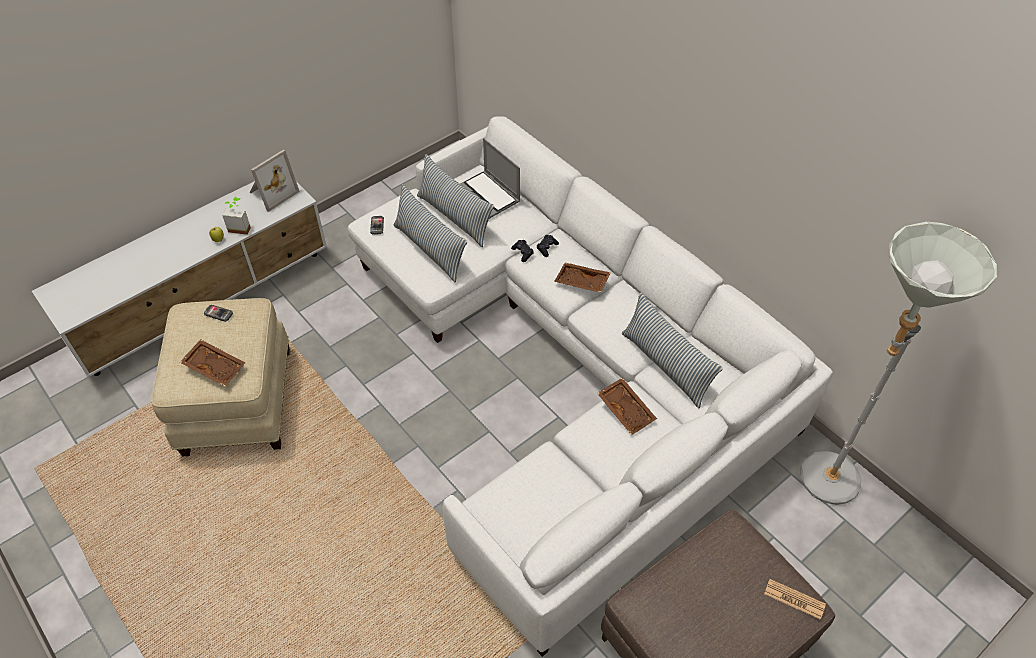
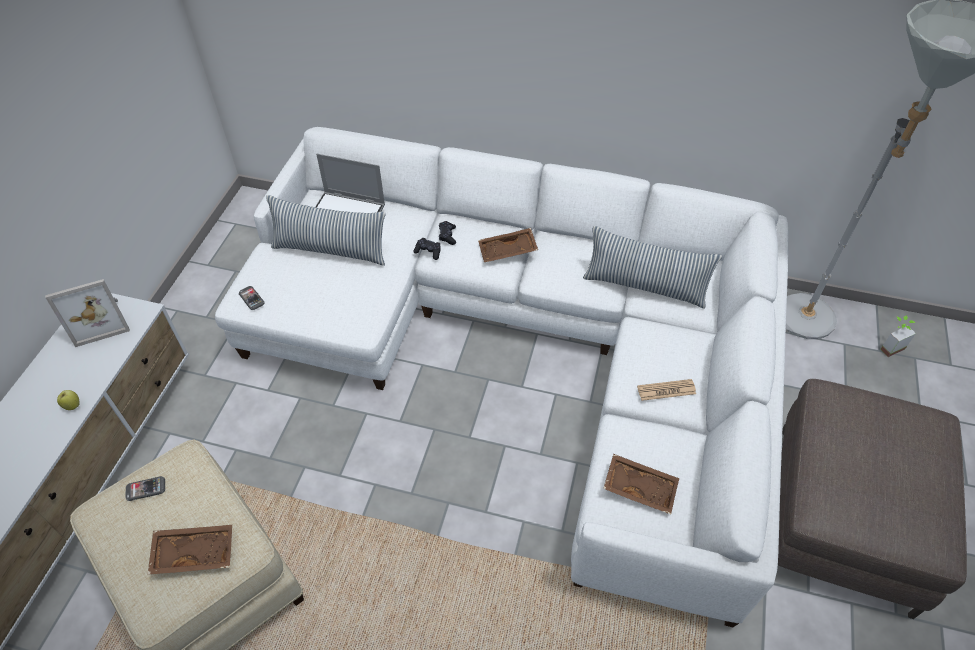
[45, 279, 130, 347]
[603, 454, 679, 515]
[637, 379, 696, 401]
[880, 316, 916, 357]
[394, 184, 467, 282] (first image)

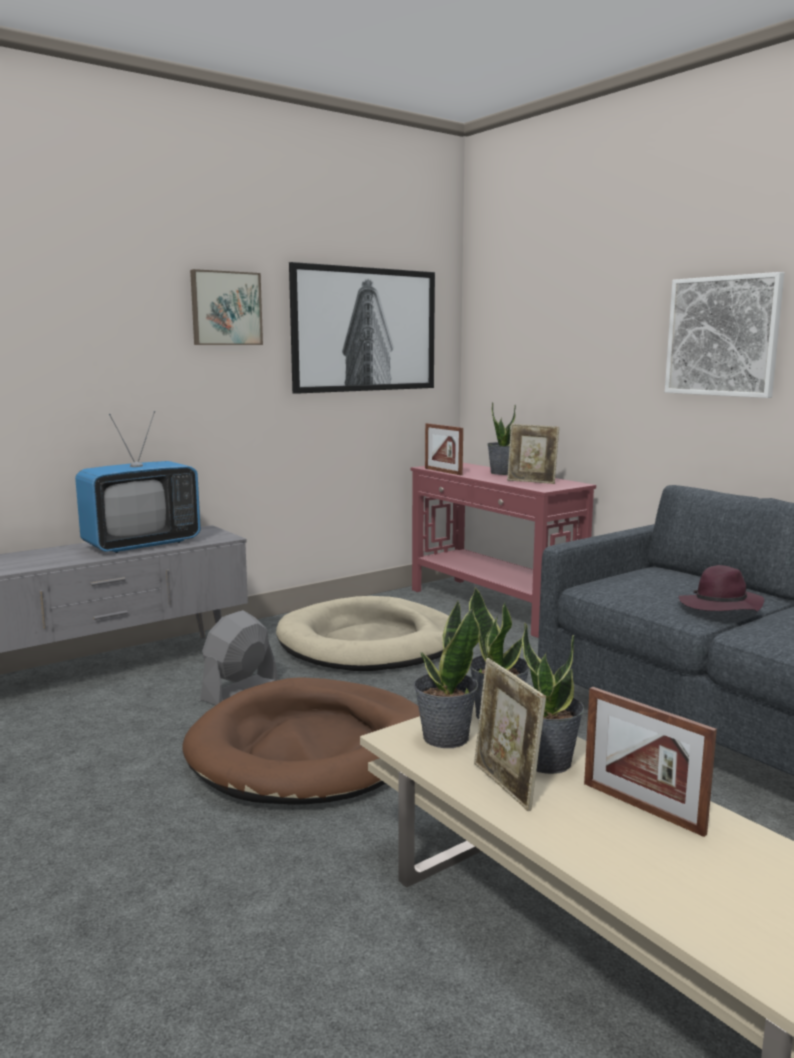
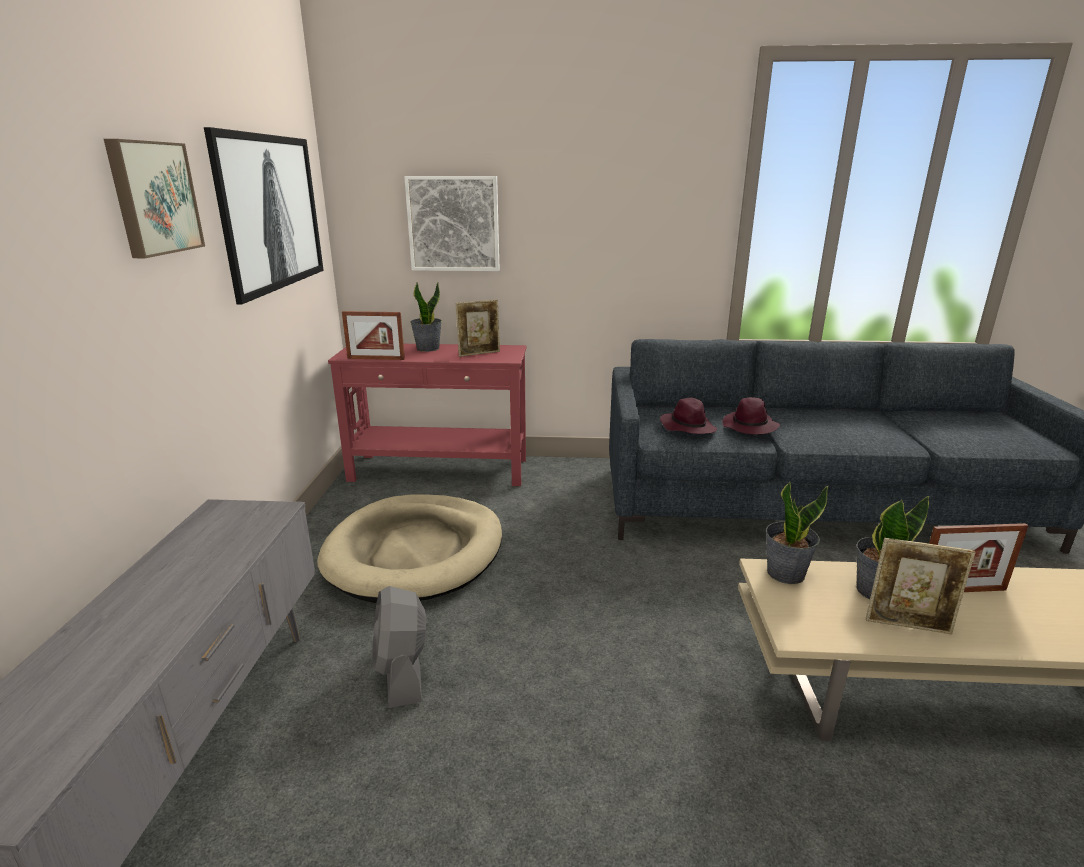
[404, 176, 500, 271]
[660, 398, 717, 434]
[75, 411, 201, 553] (first image)
[183, 677, 420, 805] (first image)
[414, 601, 480, 748] (first image)

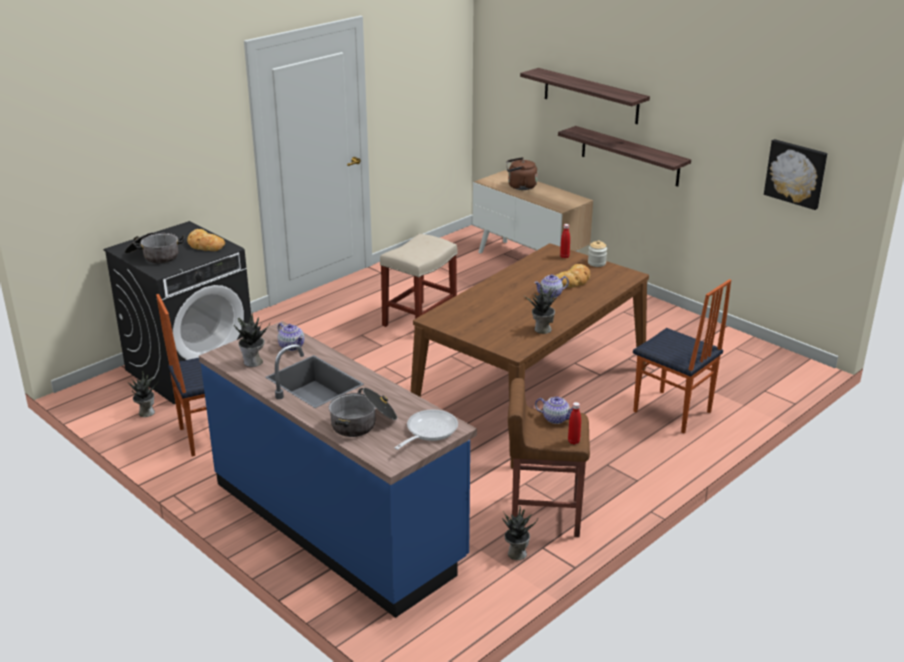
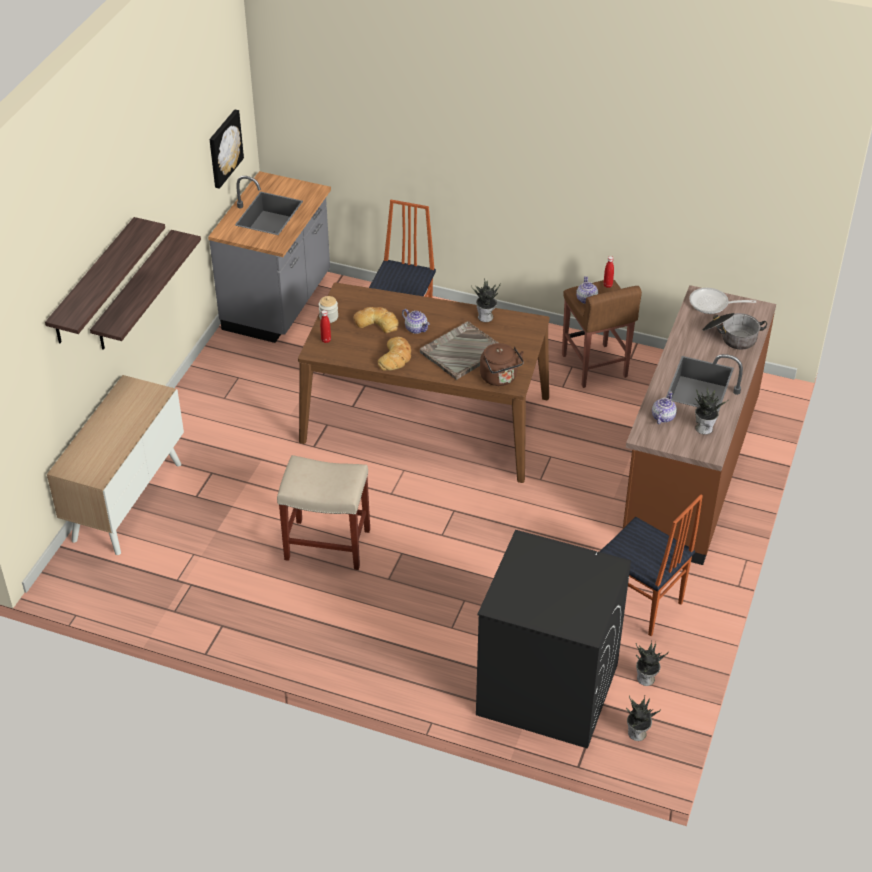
[208, 171, 331, 343]
[378, 337, 411, 371]
[420, 321, 498, 380]
[480, 343, 524, 386]
[623, 285, 776, 565]
[626, 695, 661, 741]
[124, 232, 185, 264] (first image)

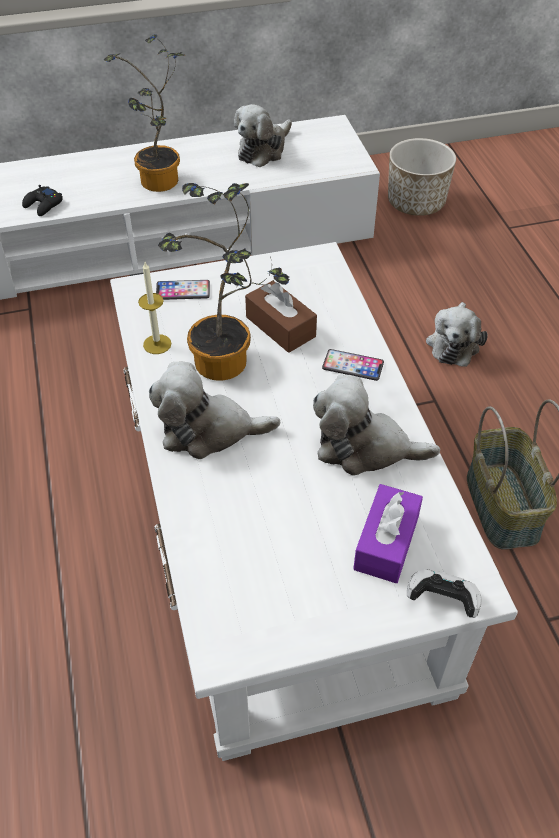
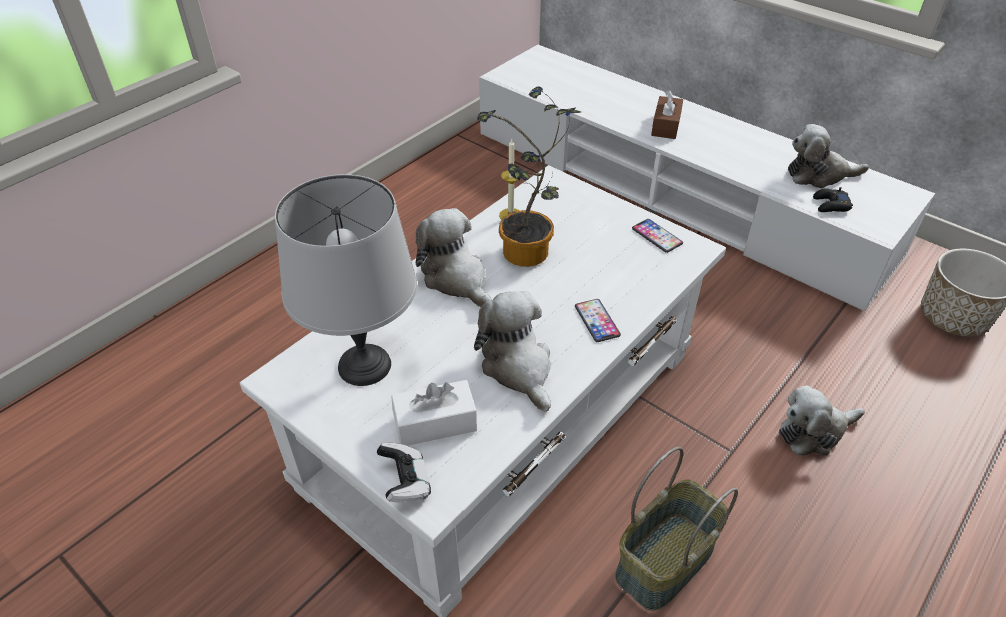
[275, 174, 417, 386]
[391, 380, 477, 446]
[632, 219, 683, 253]
[651, 90, 683, 139]
[813, 187, 853, 212]
[104, 34, 186, 192] (first image)

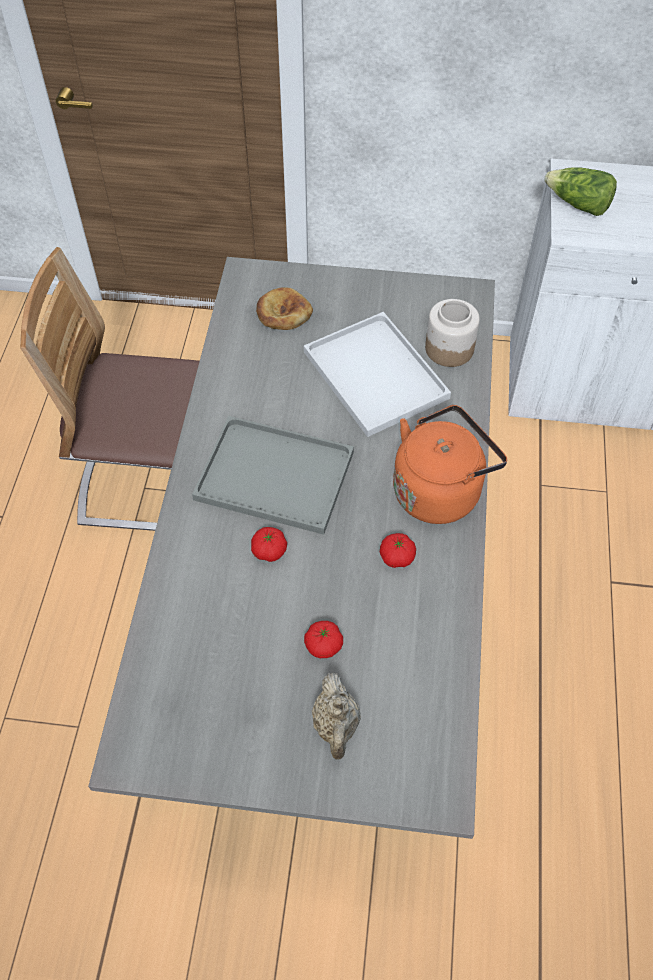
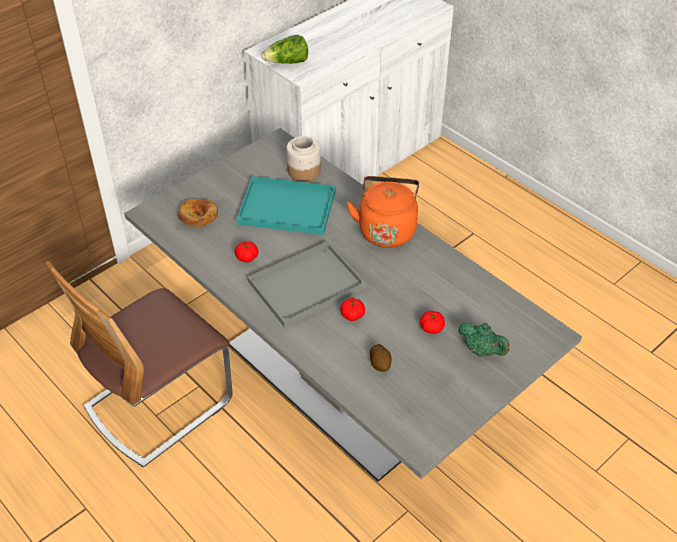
[235, 241, 259, 263]
[236, 176, 336, 235]
[370, 344, 392, 372]
[458, 322, 509, 356]

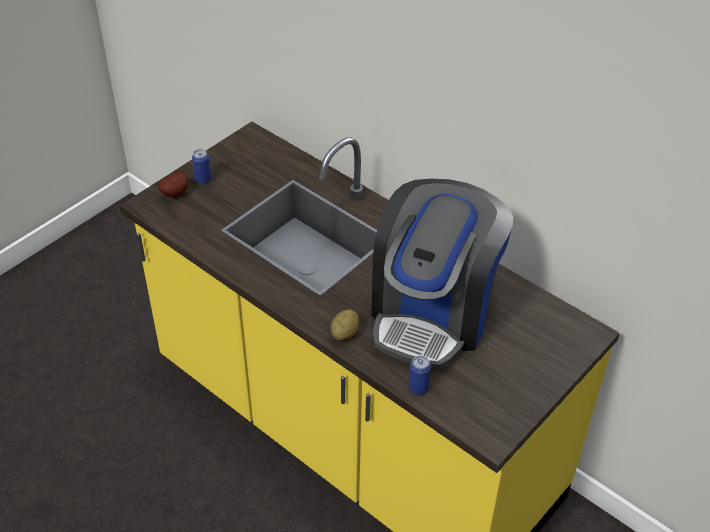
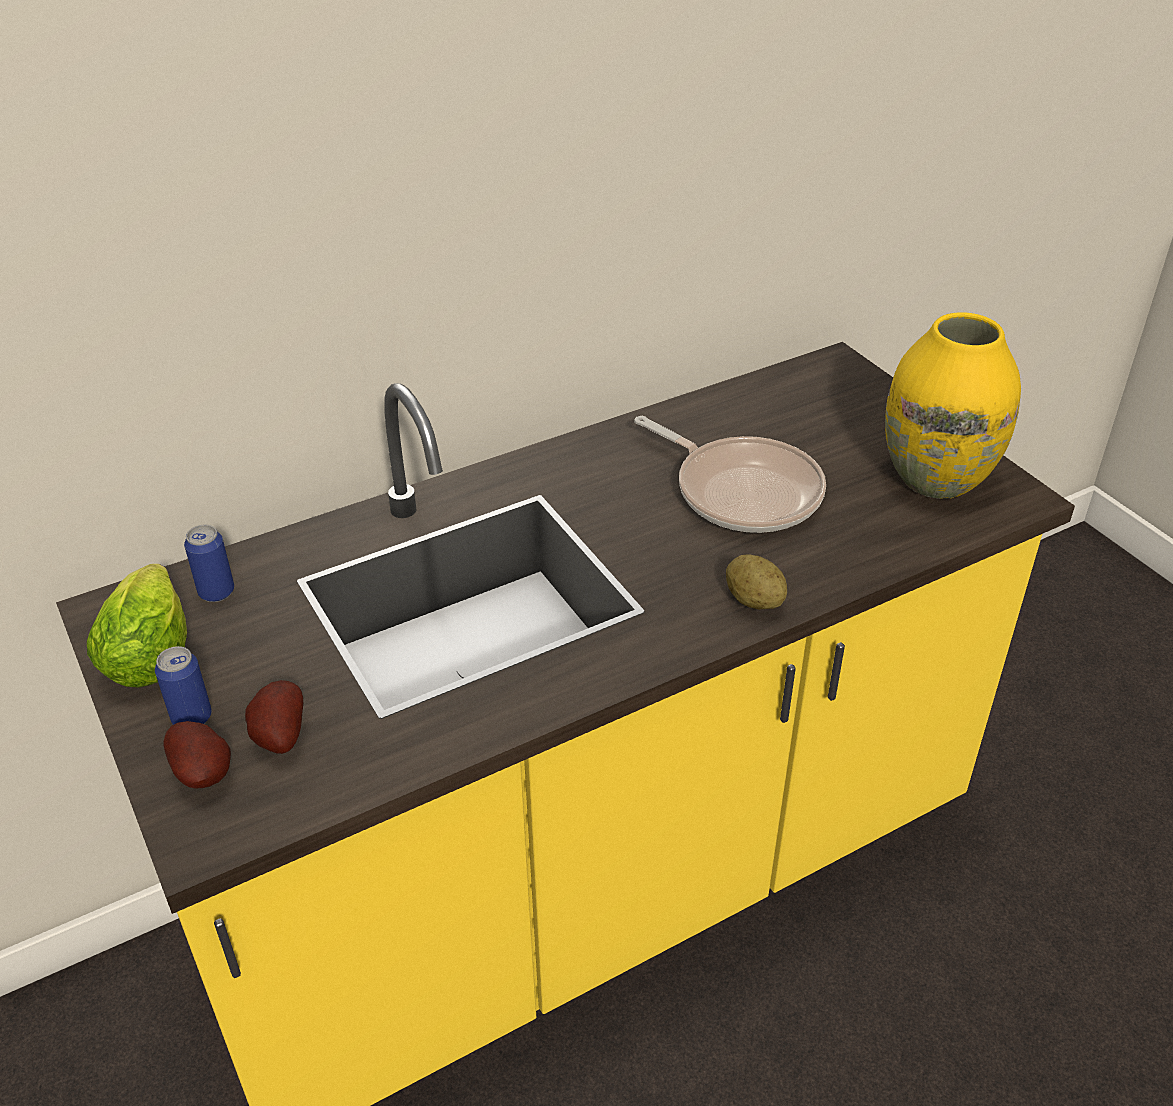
[87, 564, 187, 688]
[184, 524, 234, 602]
[245, 680, 303, 754]
[634, 416, 826, 533]
[885, 312, 1021, 499]

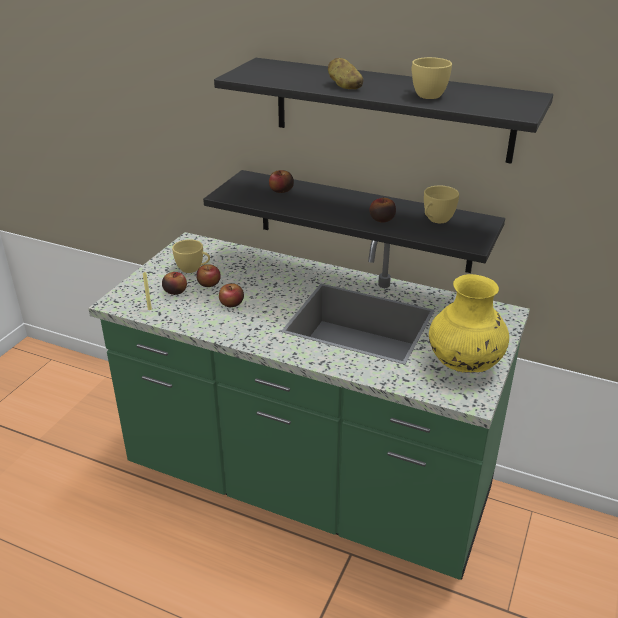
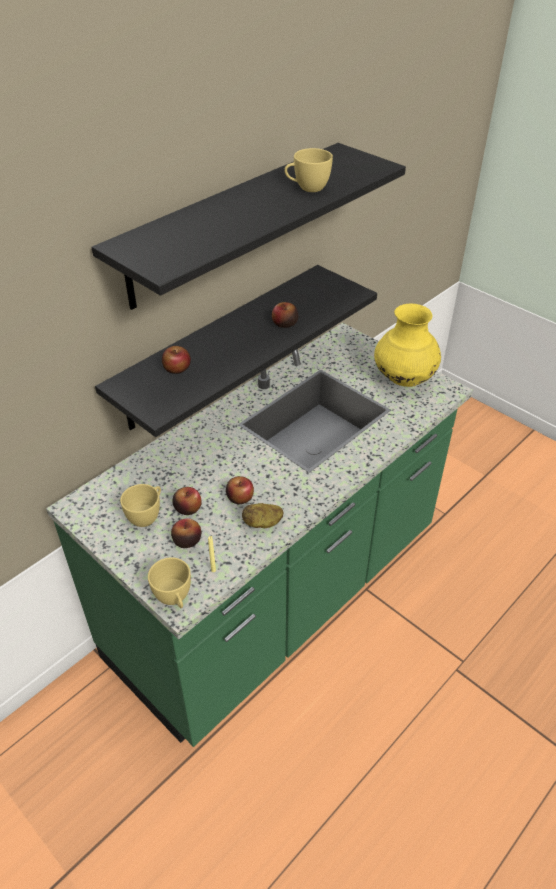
[148, 557, 191, 608]
[242, 503, 283, 528]

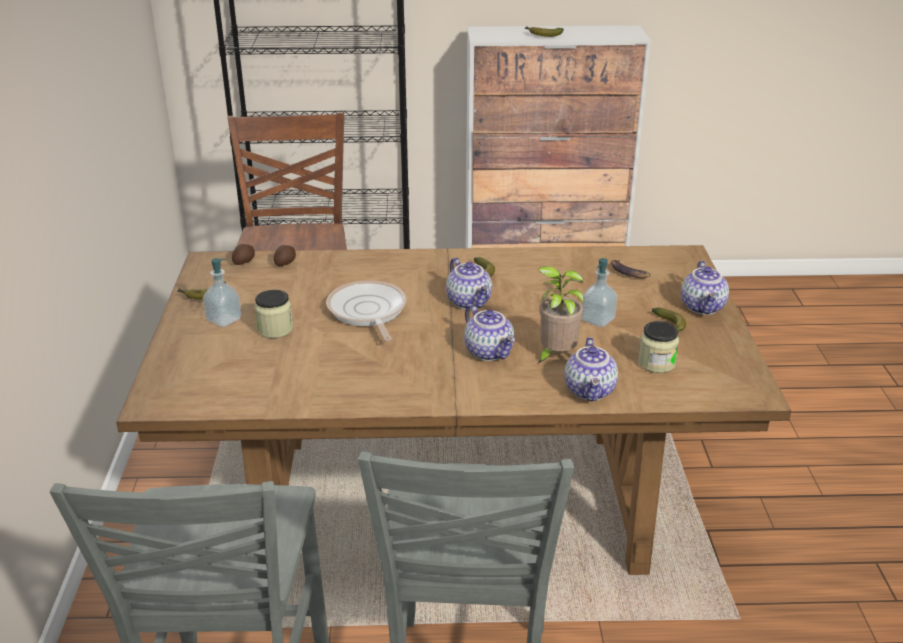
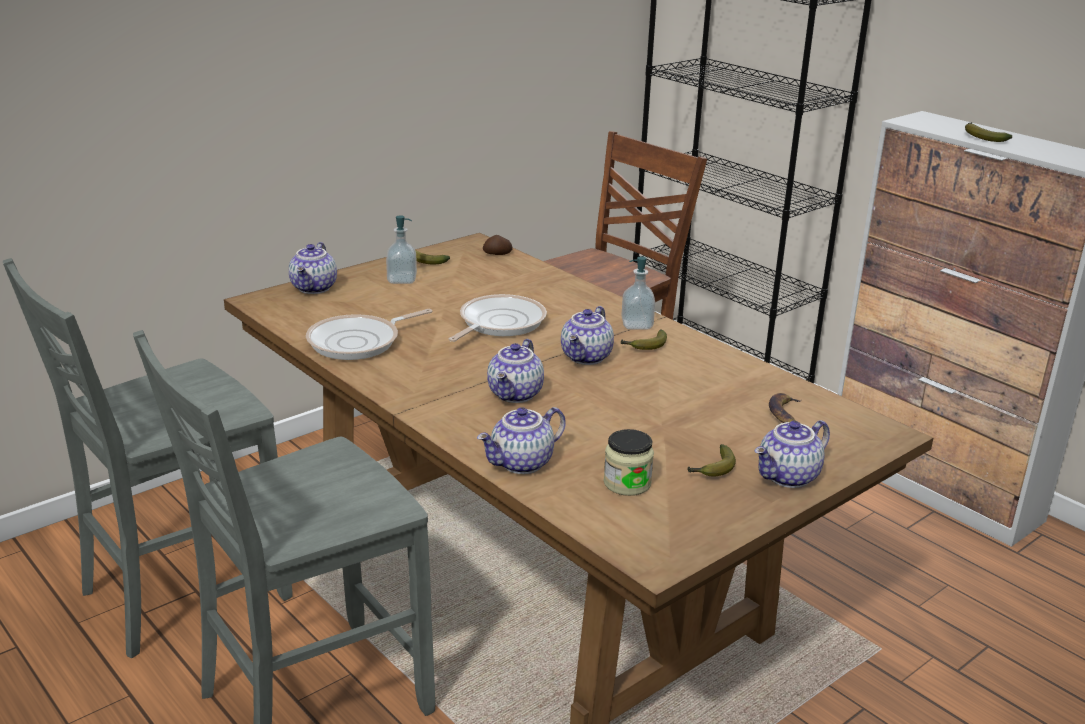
[289, 242, 337, 294]
[306, 309, 432, 360]
[621, 256, 655, 330]
[255, 290, 293, 338] (first image)
[274, 245, 296, 266] (first image)
[538, 266, 584, 364] (first image)

